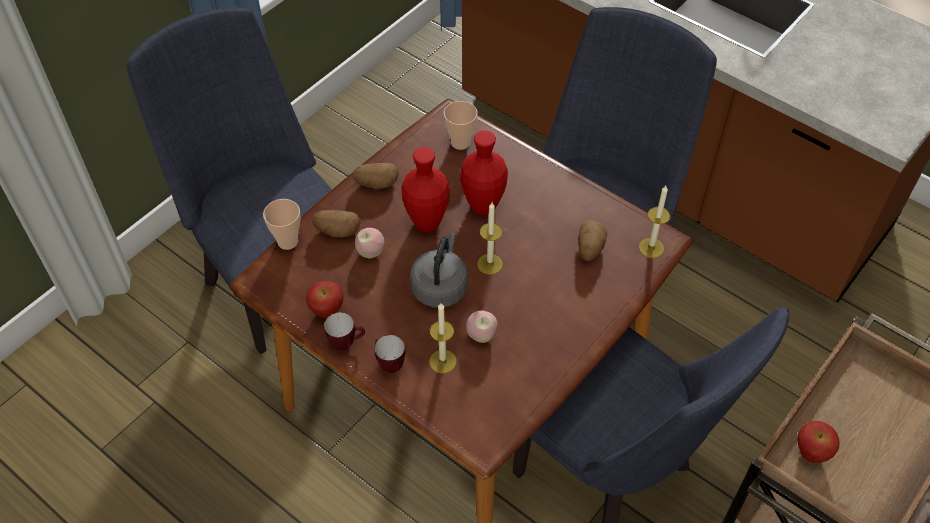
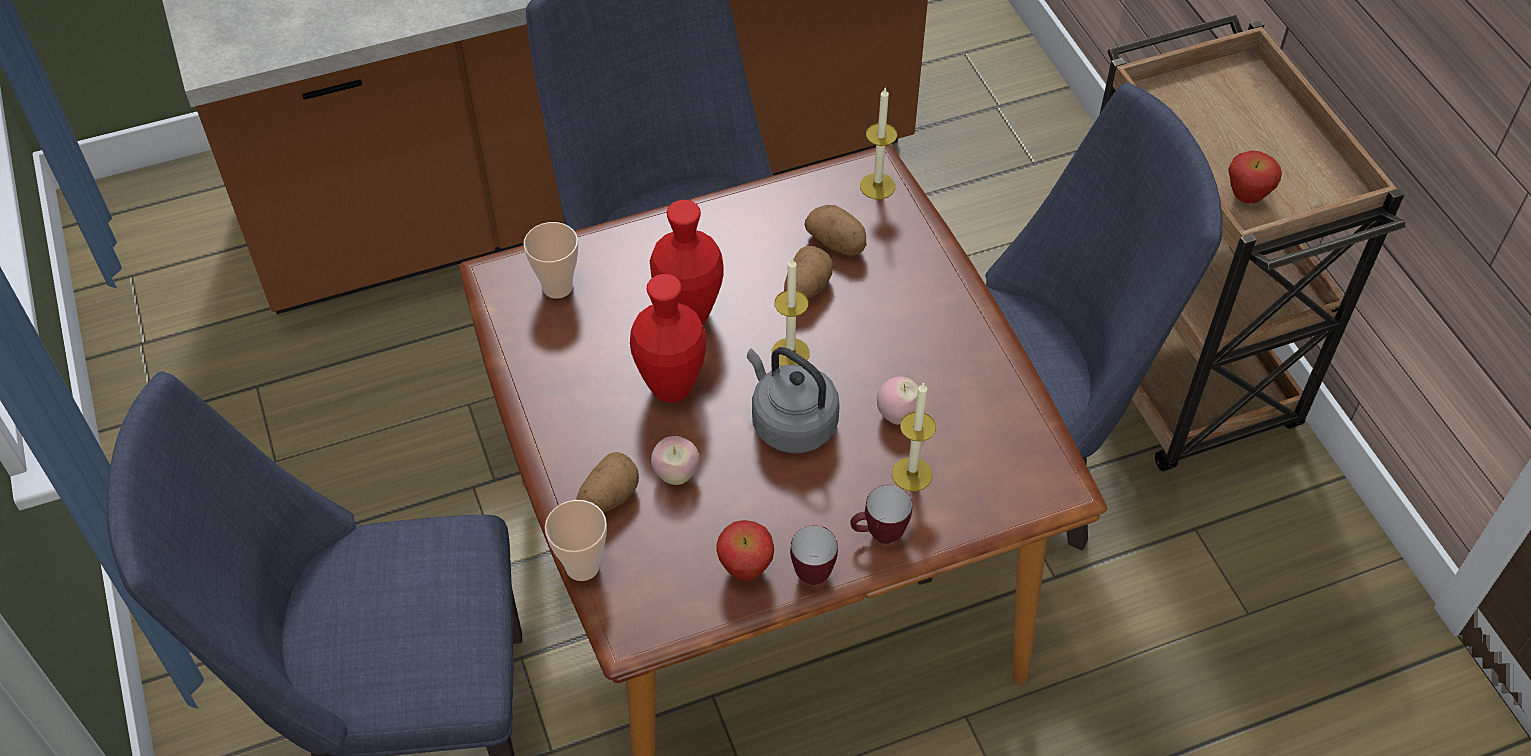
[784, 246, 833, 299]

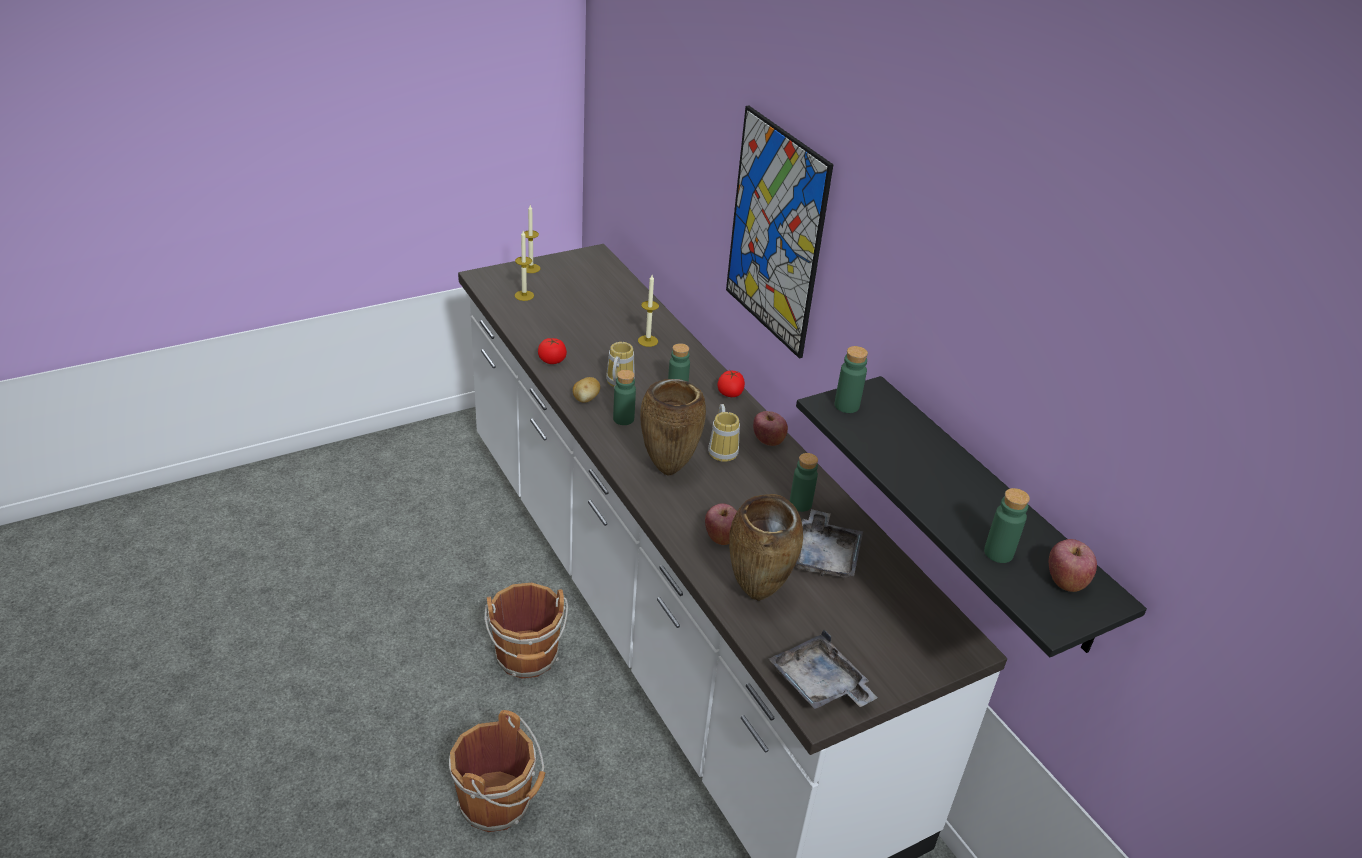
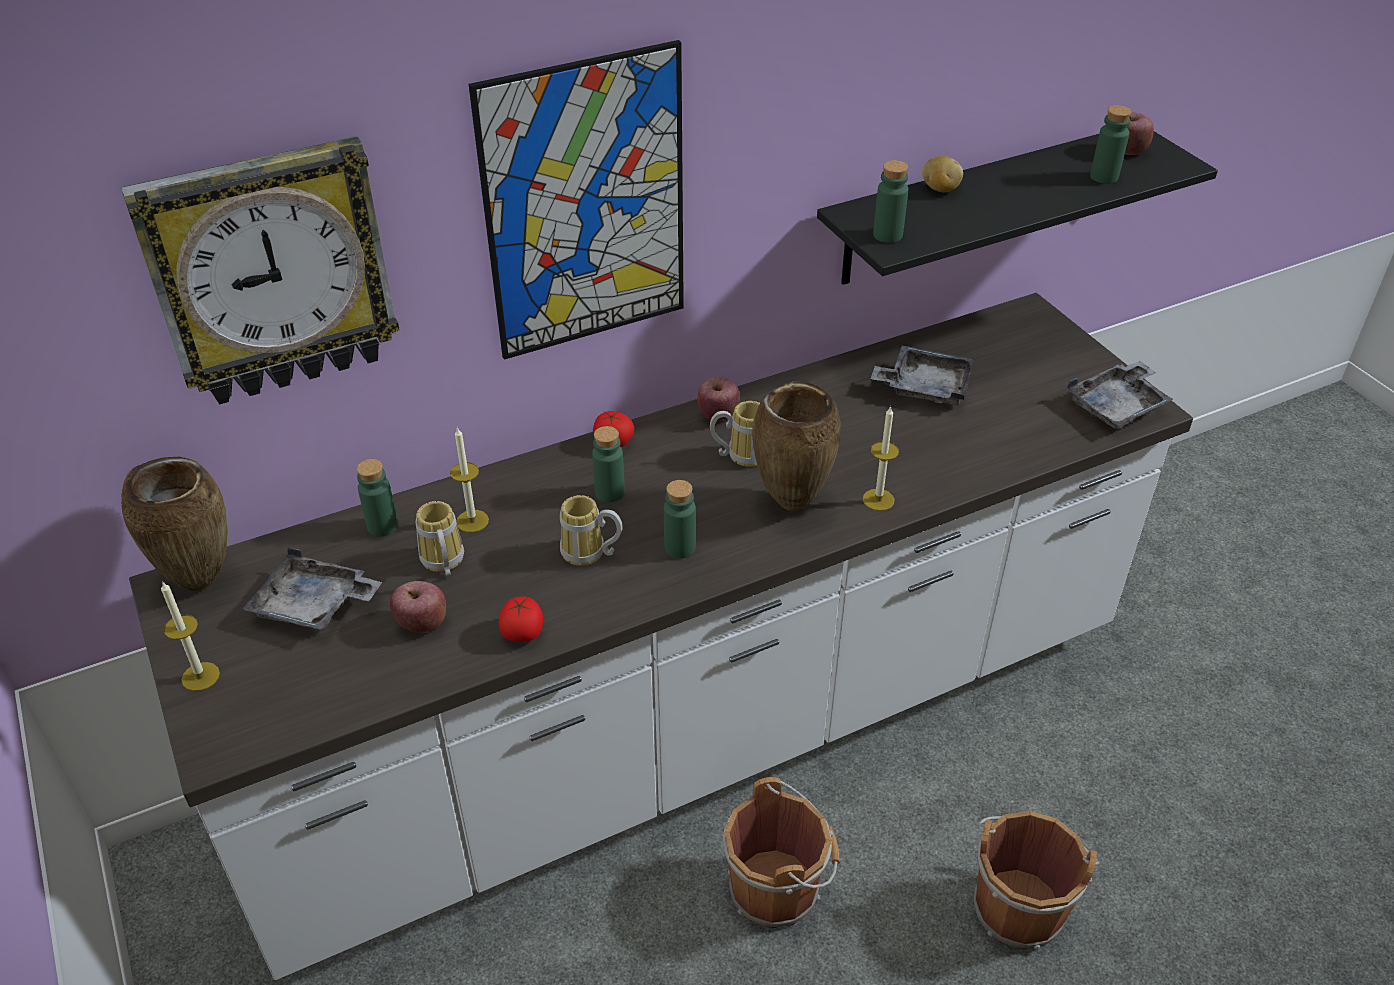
[121, 136, 400, 404]
[121, 457, 227, 591]
[243, 547, 382, 630]
[356, 459, 398, 537]
[390, 581, 446, 632]
[416, 501, 464, 576]
[863, 406, 899, 511]
[922, 156, 963, 192]

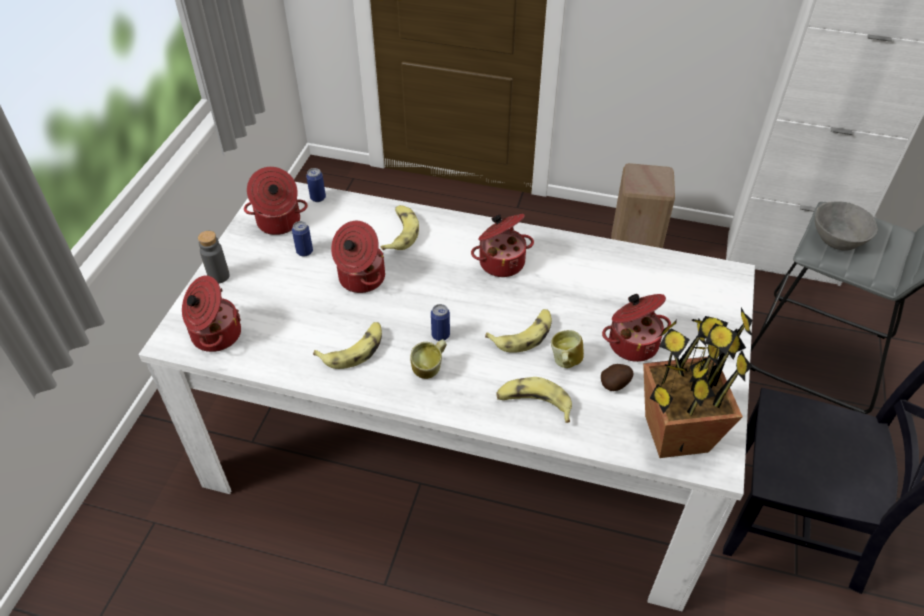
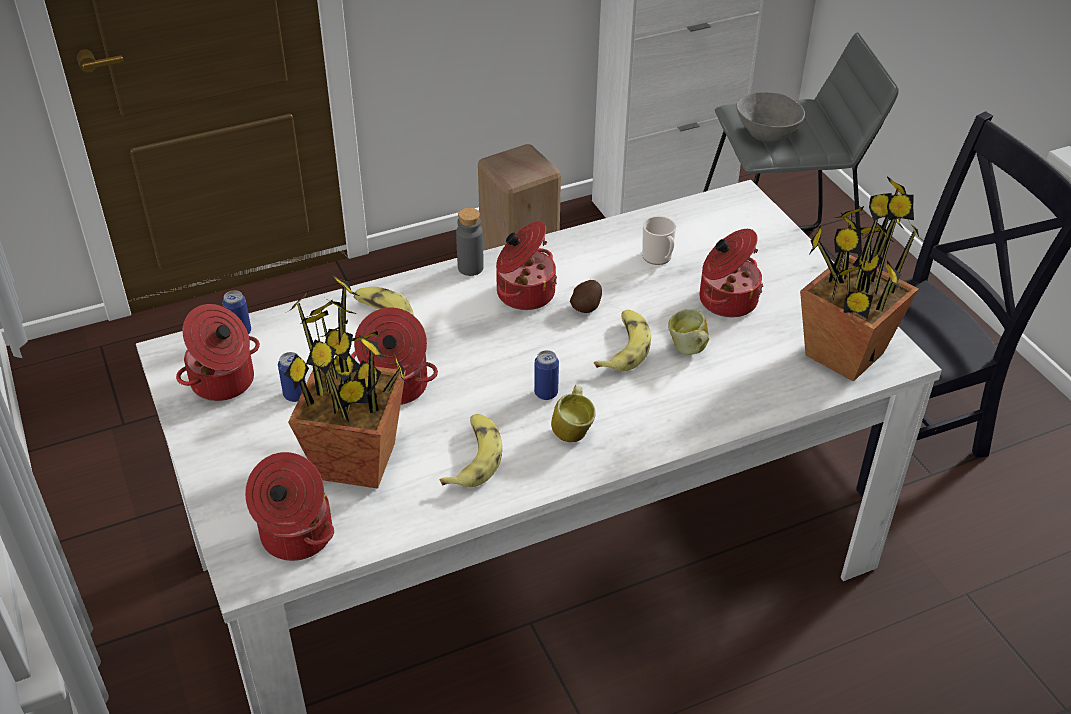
[284, 273, 408, 489]
[456, 208, 484, 276]
[570, 280, 602, 313]
[642, 216, 676, 265]
[496, 377, 572, 423] (first image)

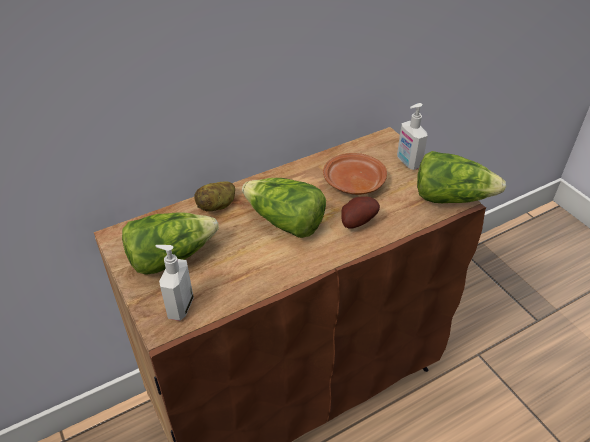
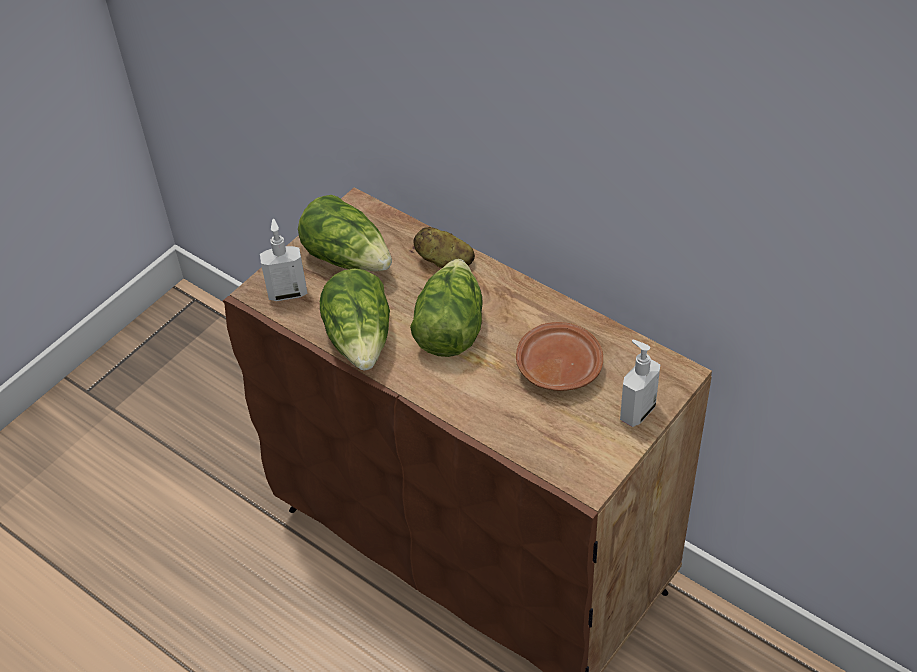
[320, 268, 390, 370]
[342, 196, 380, 229] (first image)

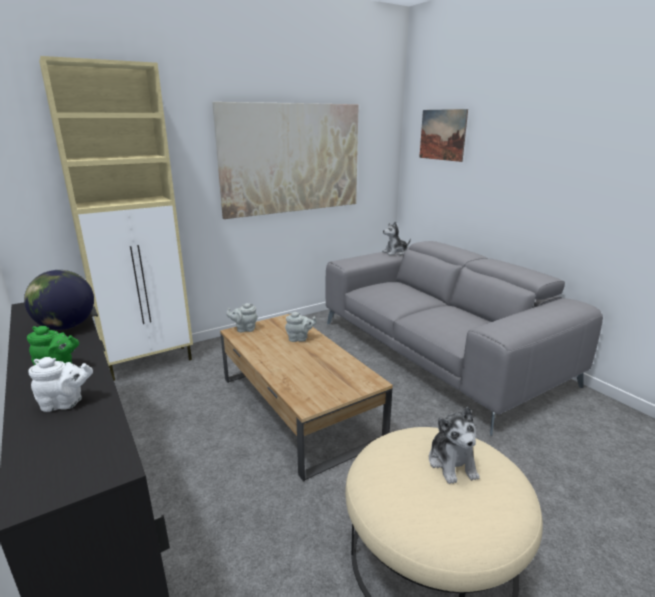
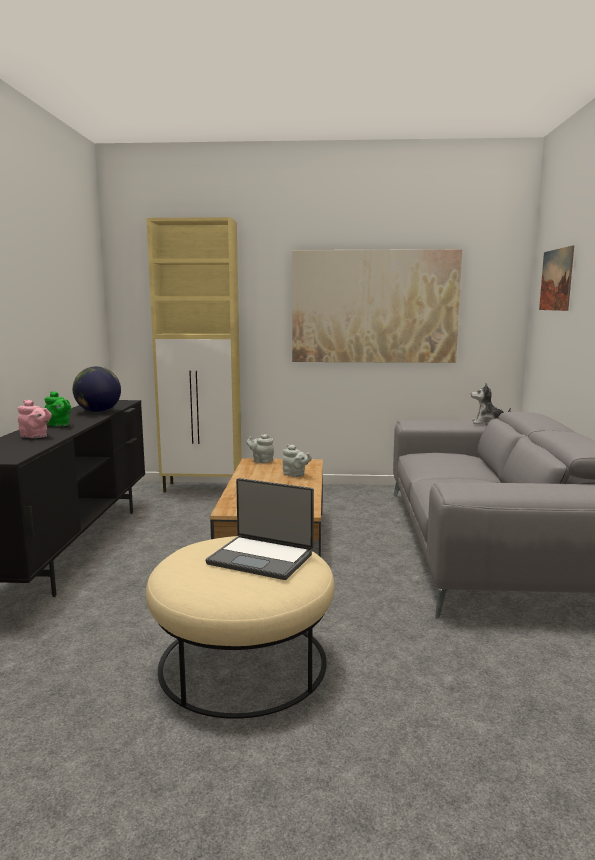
[18, 400, 52, 438]
[206, 478, 314, 580]

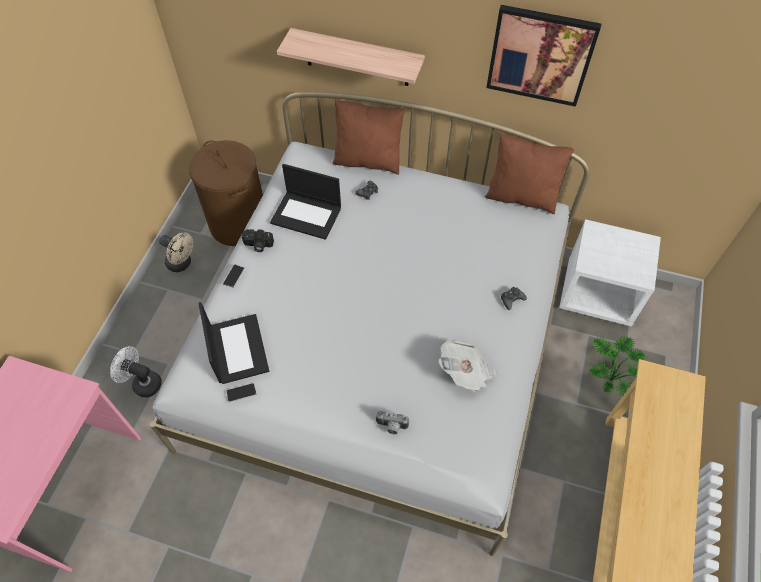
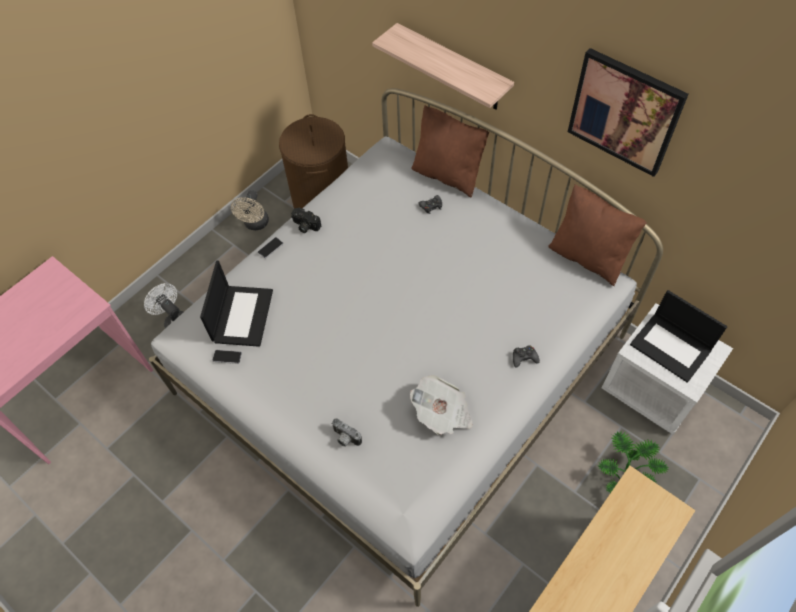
[231, 190, 269, 230]
[630, 290, 727, 383]

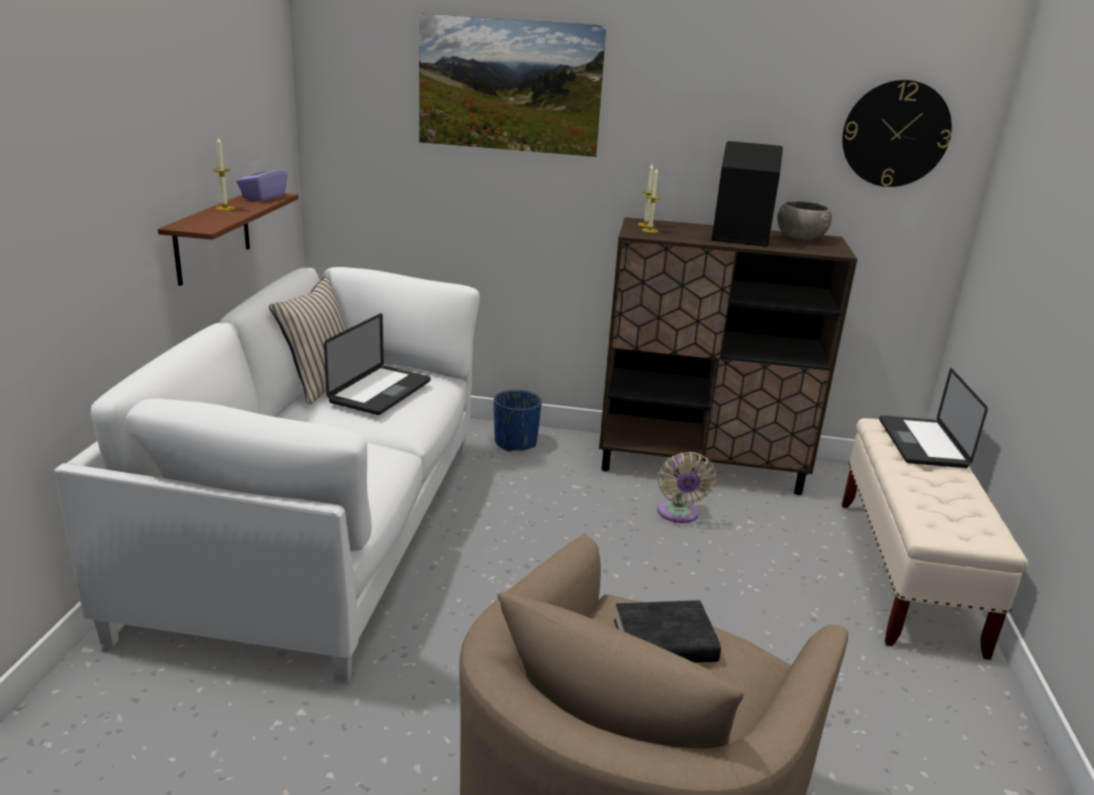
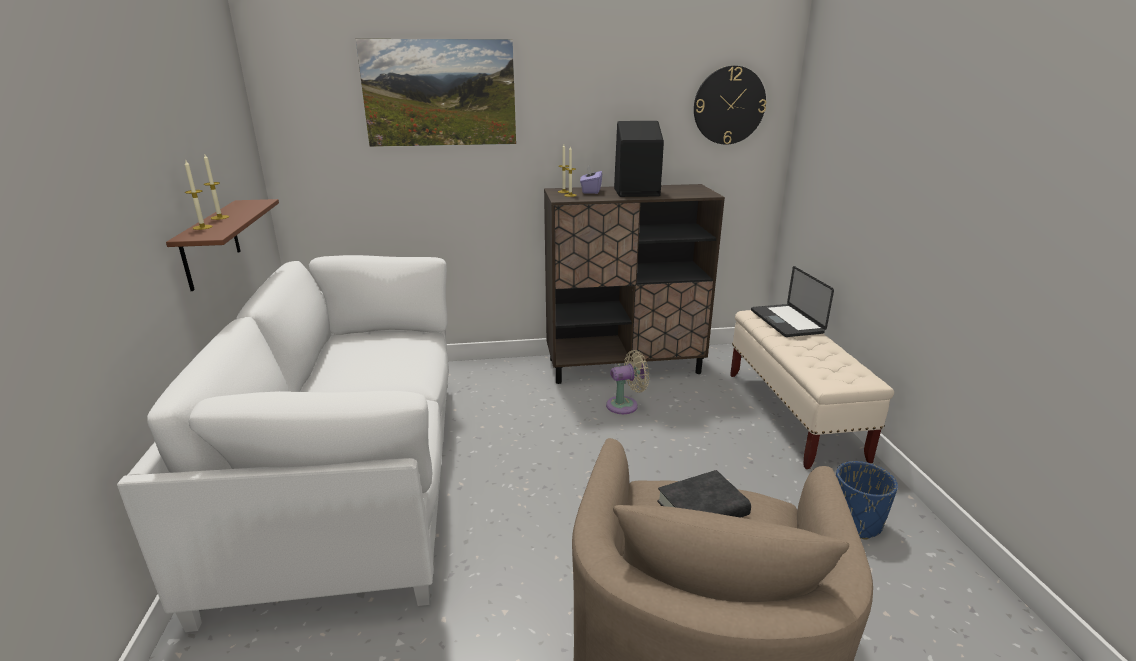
[185, 161, 213, 230]
[580, 165, 603, 194]
[606, 350, 649, 414]
[836, 461, 898, 540]
[269, 275, 348, 405] (first image)
[324, 313, 431, 415] (first image)
[777, 201, 832, 240] (first image)

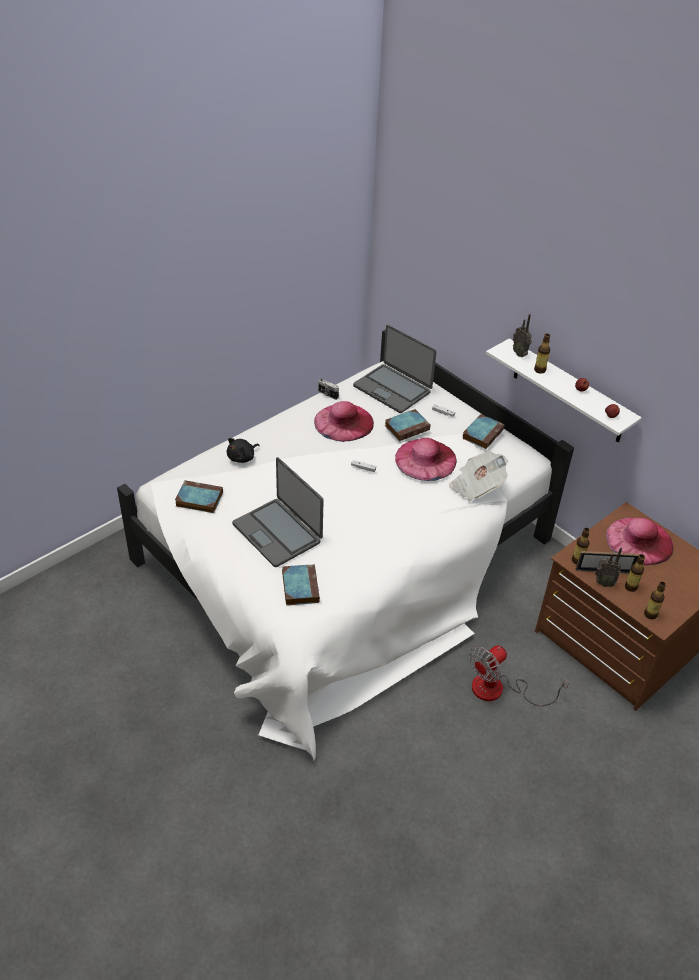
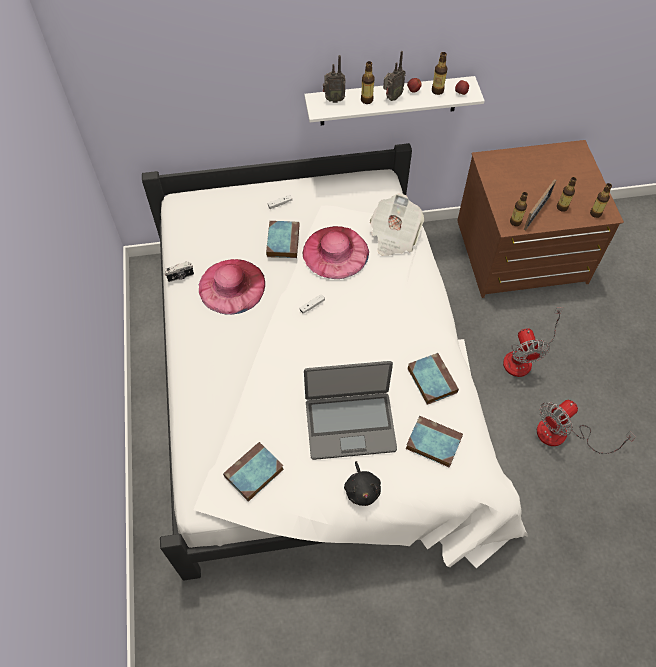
[344, 461, 381, 506]
[383, 51, 406, 101]
[407, 353, 459, 405]
[432, 52, 448, 95]
[537, 400, 636, 454]
[353, 325, 437, 413] (first image)
[606, 518, 674, 565] (first image)

